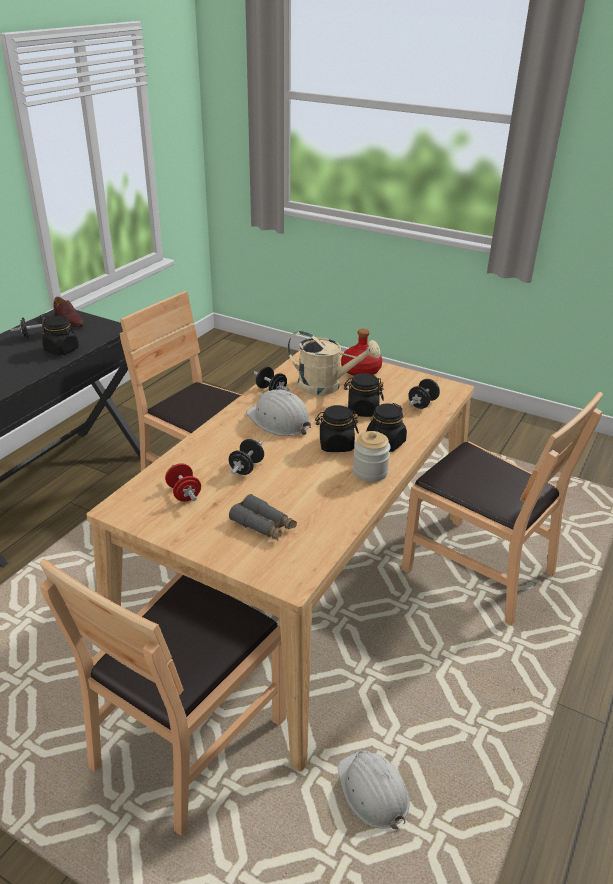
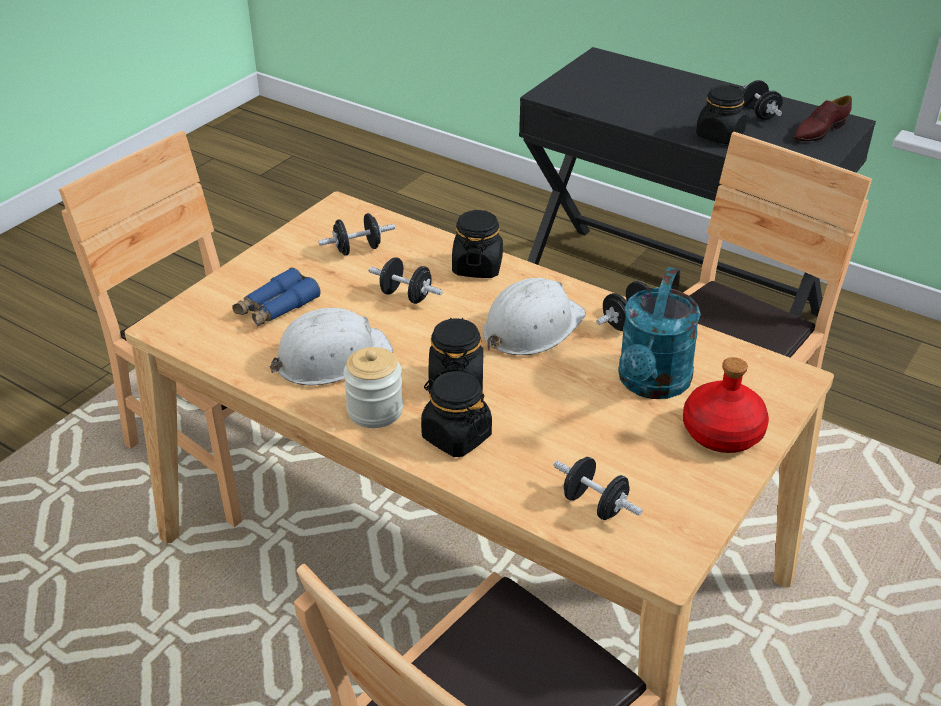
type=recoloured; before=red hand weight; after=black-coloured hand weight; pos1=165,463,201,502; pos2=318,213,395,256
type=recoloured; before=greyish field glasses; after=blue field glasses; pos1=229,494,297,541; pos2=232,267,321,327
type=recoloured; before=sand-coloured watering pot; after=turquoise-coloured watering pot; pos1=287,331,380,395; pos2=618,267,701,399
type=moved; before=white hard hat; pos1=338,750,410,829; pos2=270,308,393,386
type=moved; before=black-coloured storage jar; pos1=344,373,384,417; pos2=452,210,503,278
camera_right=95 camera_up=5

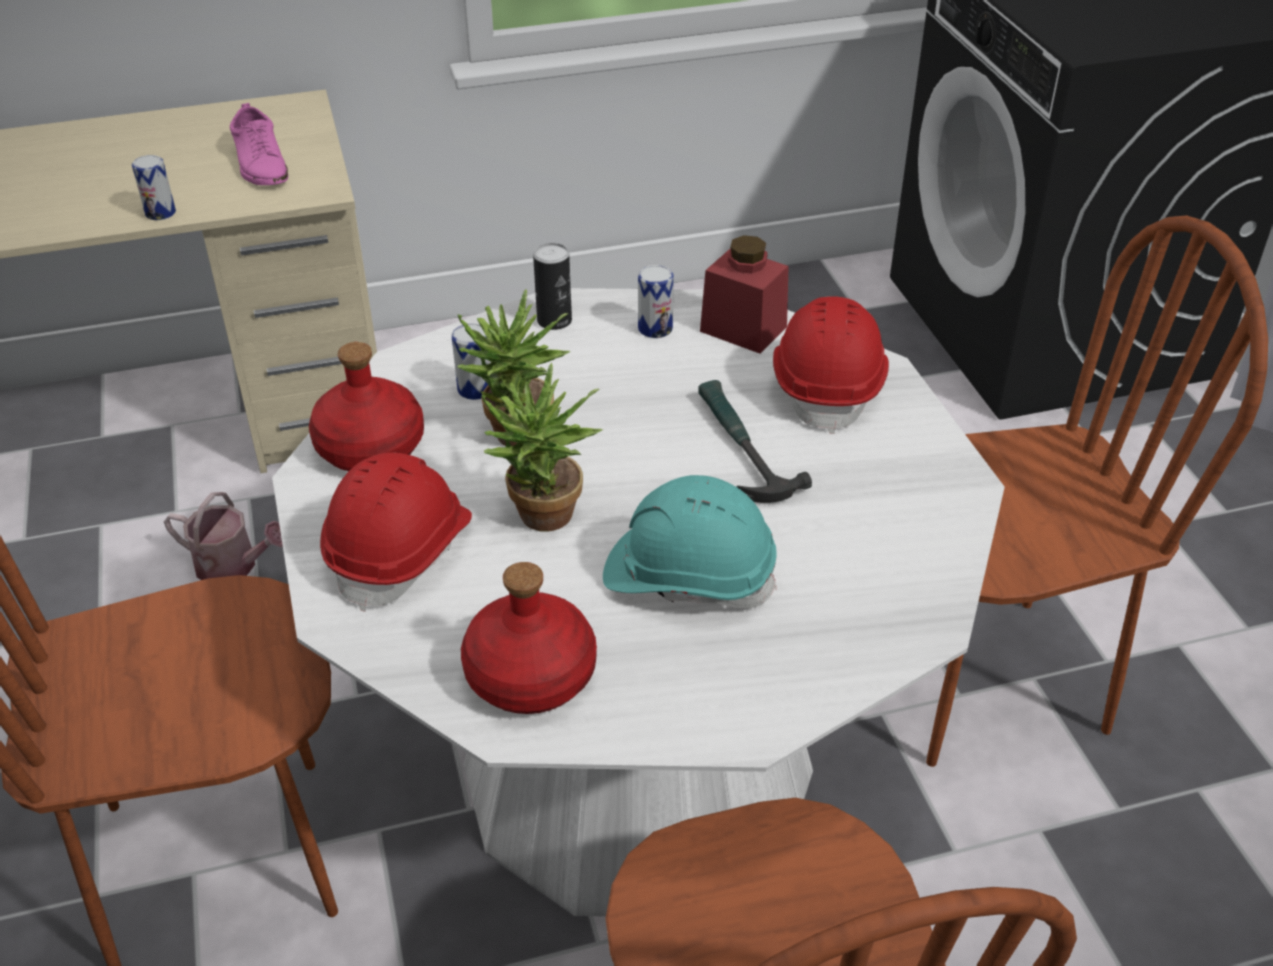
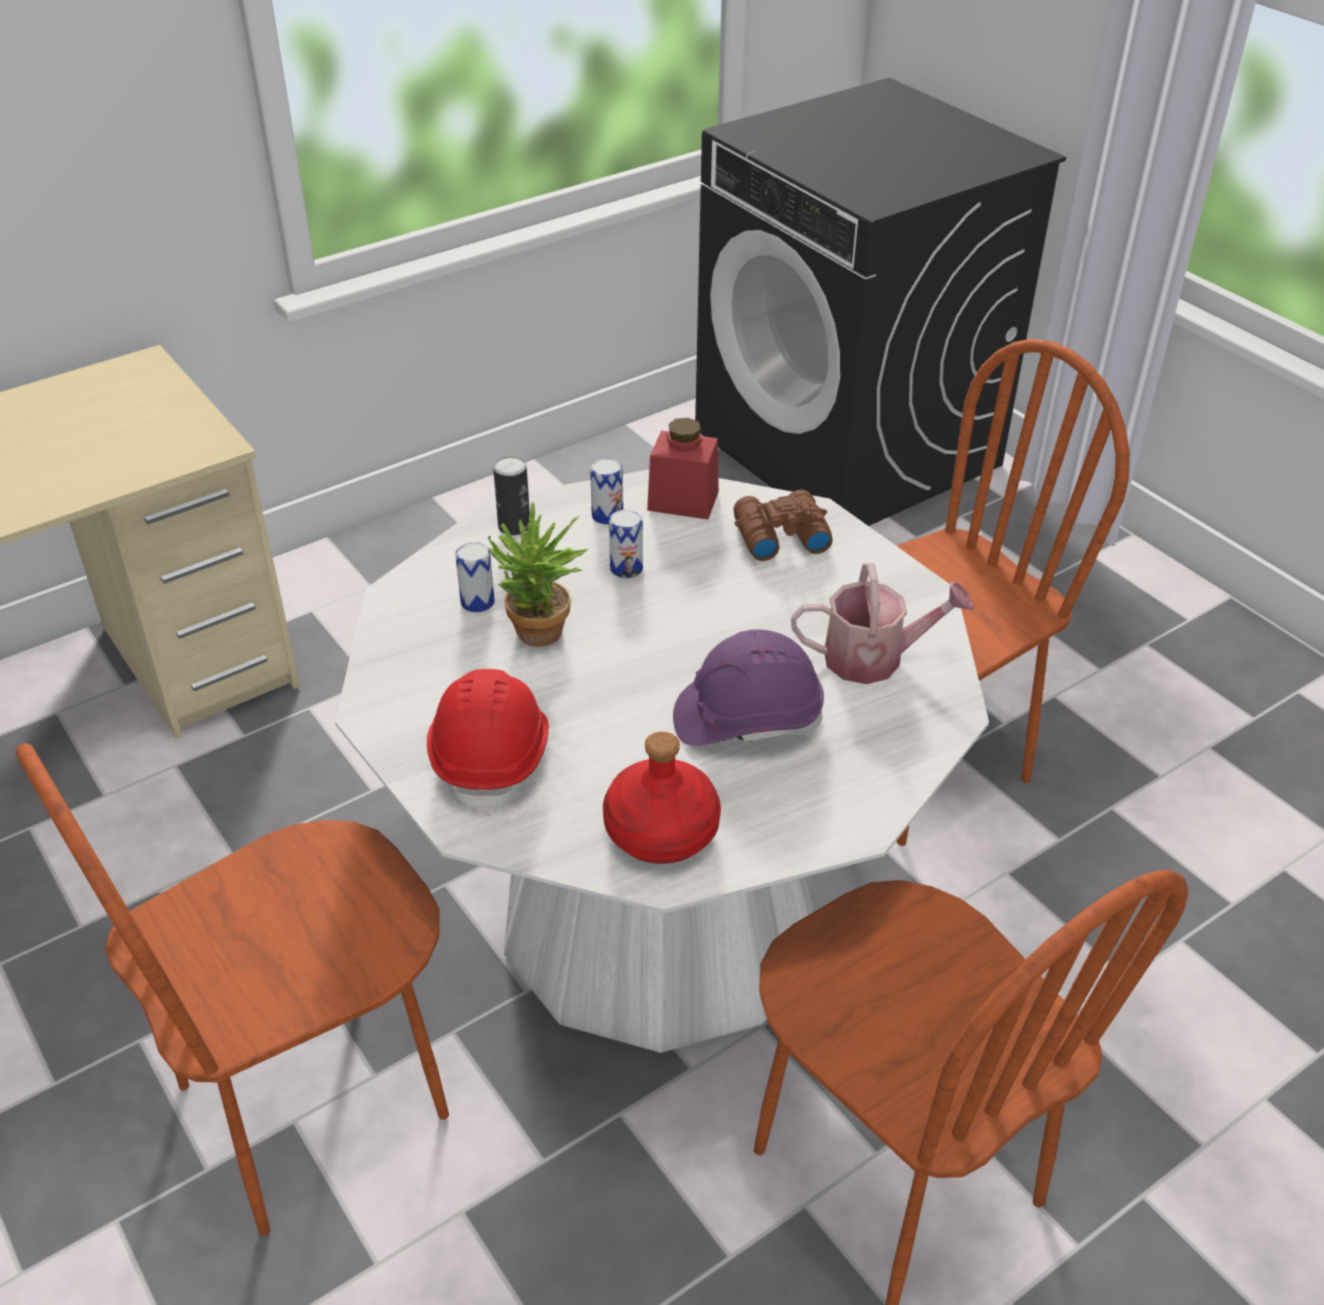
type=moved; before=sealed can; pos1=132,155,176,220; pos2=609,510,643,578
type=moved; before=watering pot; pos1=164,492,283,580; pos2=791,563,974,684
type=removed; before=pinkish low shoe; pos1=230,103,288,185
type=removed; before=red drink bottle; pos1=309,342,424,471
type=removed; before=potted plant; pos1=482,363,603,532
type=recoloured; before=turquoise-coloured hard hat; after=purple hard hat; pos1=603,475,777,609; pos2=673,629,824,745
type=removed; before=hammer; pos1=698,380,812,503
type=replaced; before=red hard hat; after=brownish field glasses; pos1=773,296,889,434; pos2=734,490,833,561
camera_right=-20 camera_up=0

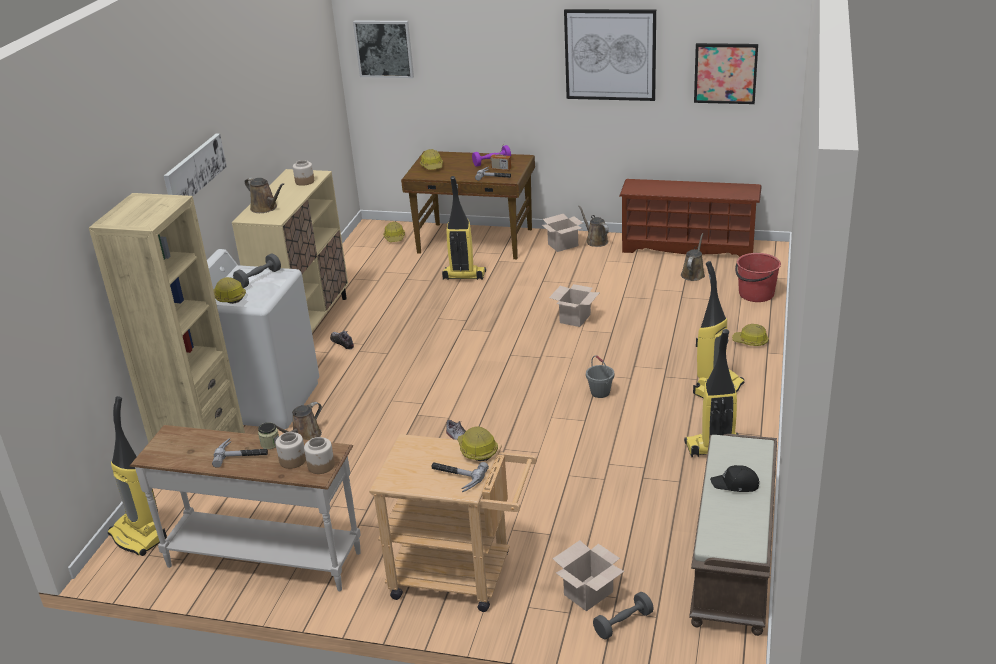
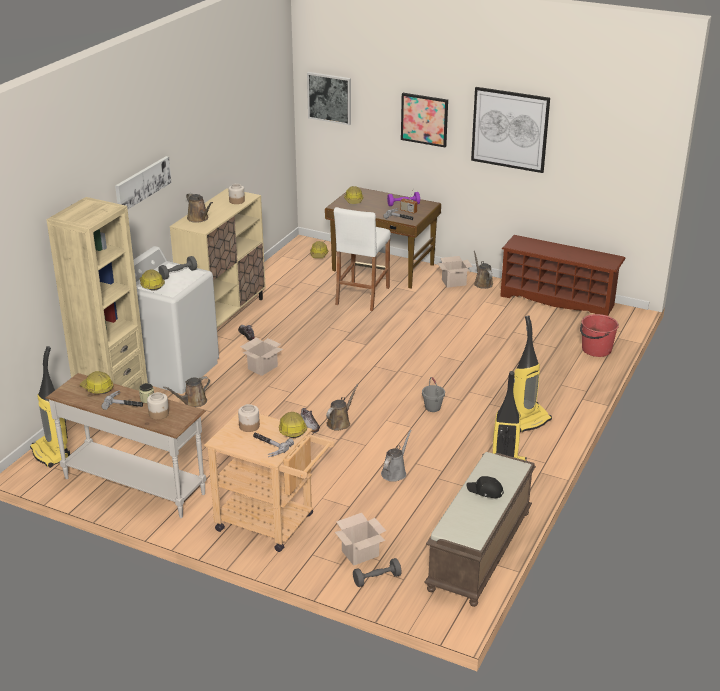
type=moved; before=storage jar; pos1=304,437,335,474; pos2=238,404,260,432
type=replaced; before=vacuum cleaner; after=white stool; pos1=442,176,486,280; pos2=334,207,391,311
type=moved; before=carton; pos1=549,284,600,327; pos2=240,338,283,376
type=moved; before=brownish watering pot; pos1=681,233,705,281; pos2=326,384,359,431
type=moved; before=wall art; pos1=694,43,758,104; pos2=401,93,448,147
type=moved; before=hard hat; pos1=732,324,769,346; pos2=80,371,113,394
type=added; after=greyish watering pot; pos2=381,430,412,482
camera_right=10 camera_up=0

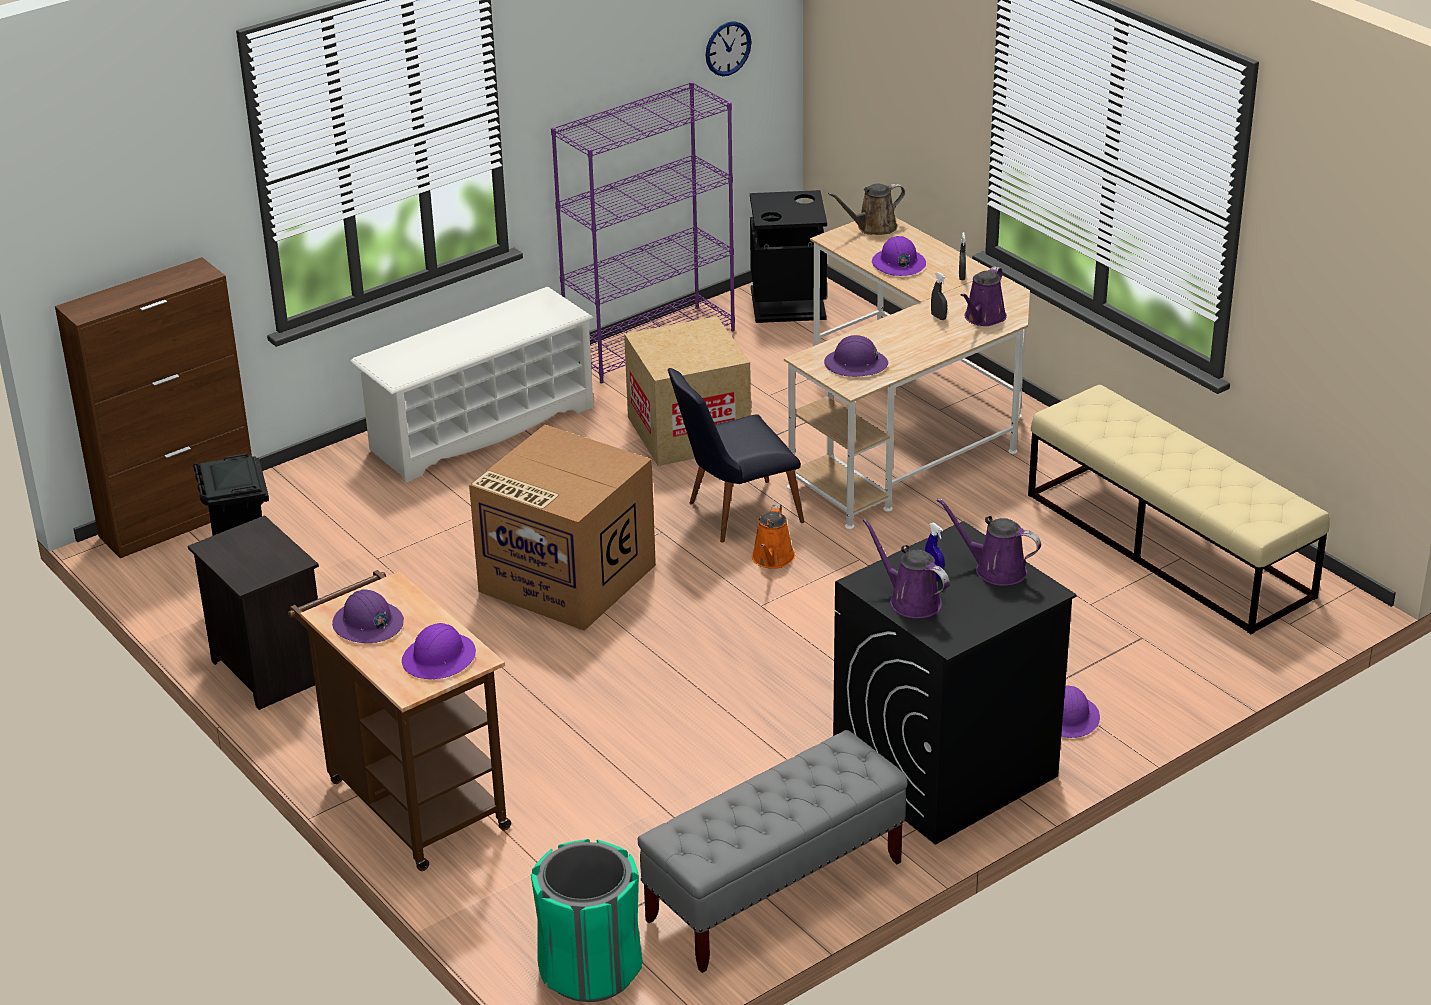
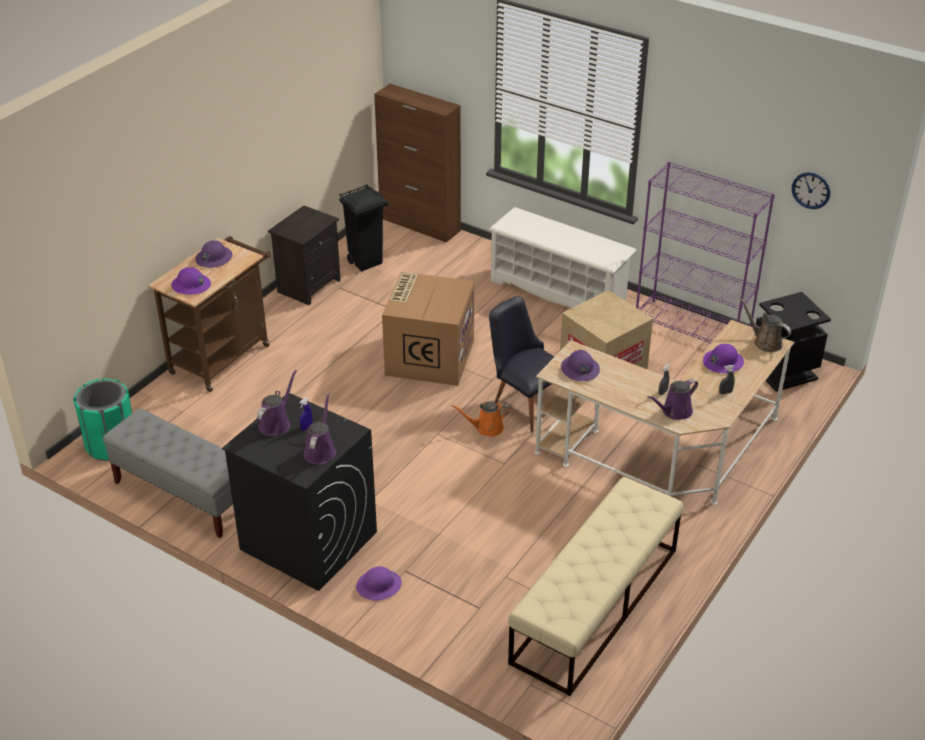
type=turned; before=purple watering pot; pos1=961,266,1007,326; pos2=648,379,698,420; turn=-45
camera_right=70 camera_up=5

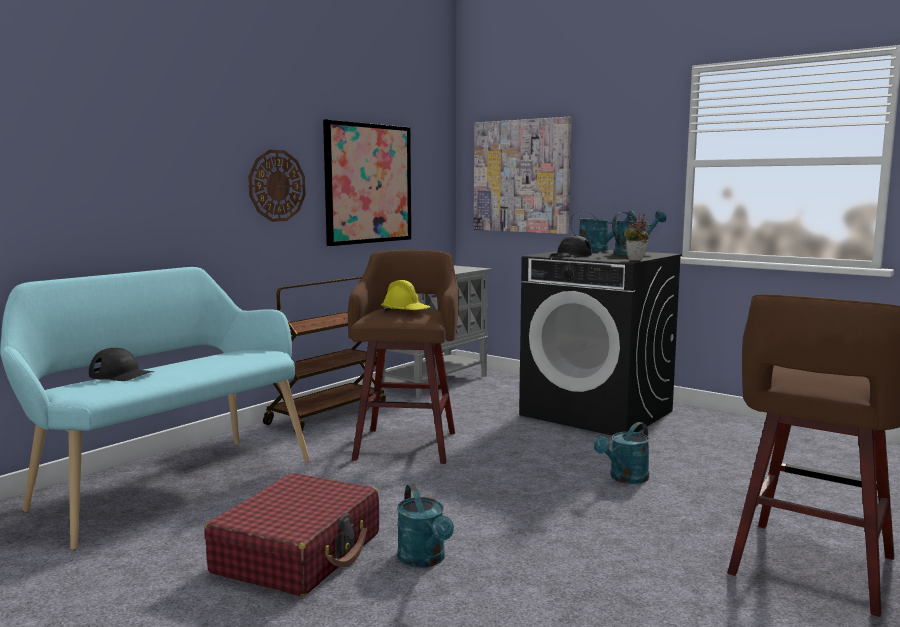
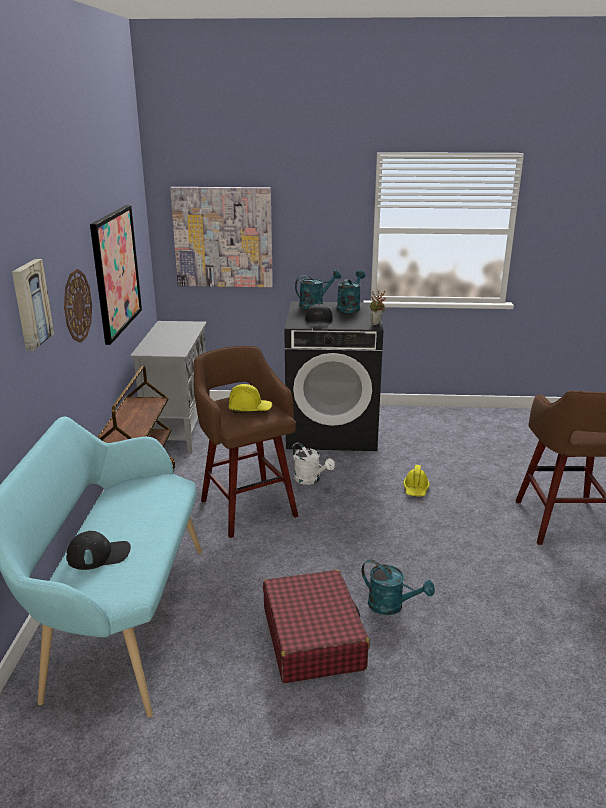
type=replaced; before=turquoise-coloured watering pot; after=yellow-coloured hard hat; pos1=594,422,650,484; pos2=403,465,430,496
type=added; after=wall art; pos2=12,259,54,351
type=added; after=white watering pot; pos2=292,442,335,485
camera_right=-35 camera_up=15

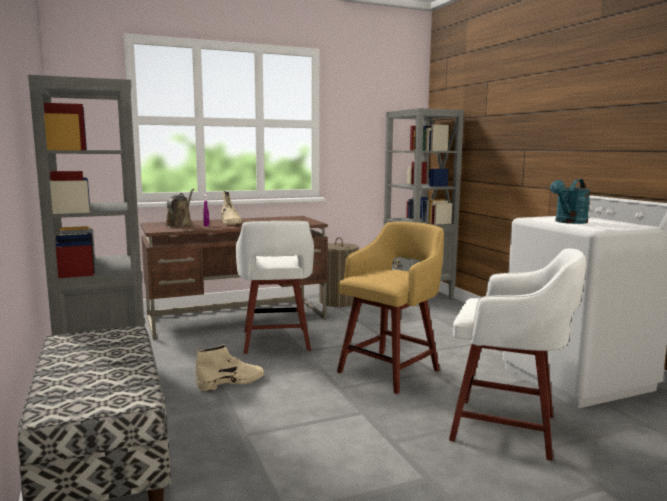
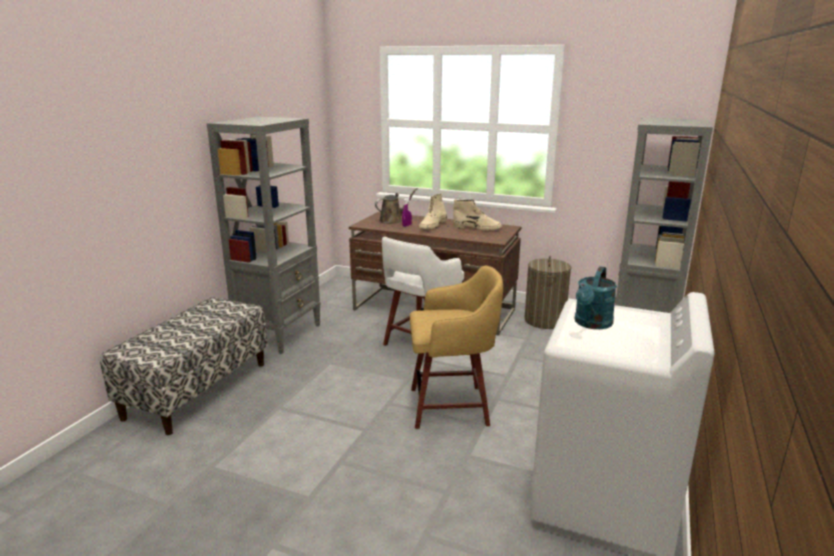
type=moved; before=sand-coloured boot; pos1=196,344,264,391; pos2=453,199,502,231
type=removed; before=white stool; pos1=449,248,586,461
type=turned; before=turquoise-coloured watering pot; pos1=550,179,590,224; pos2=575,266,617,329; turn=-60
camera_right=45 camera_up=10

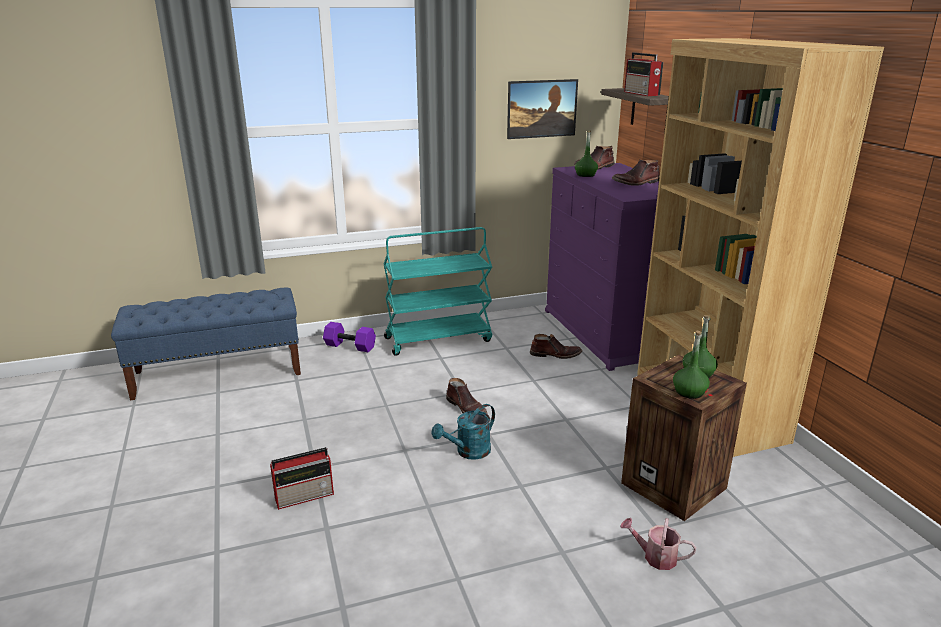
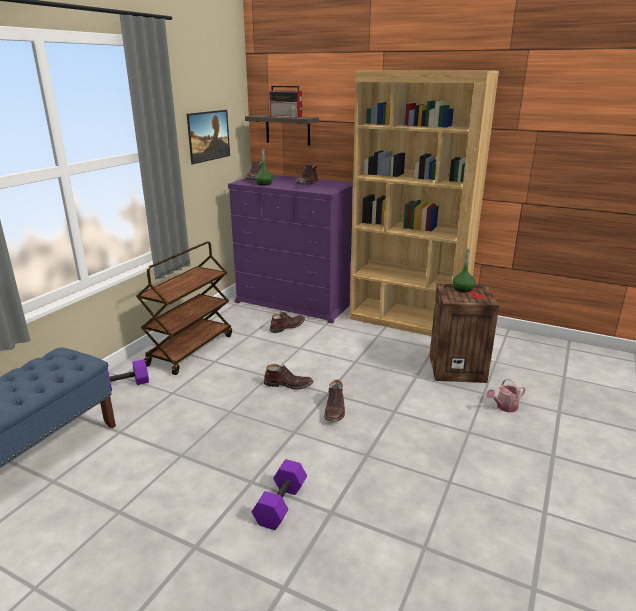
type=replaced; before=radio; after=purple hand weight; pos1=270,447,334,510; pos2=252,459,307,530
type=recoloured; before=turquoise-coloured cart; after=brownish cart; pos1=384,227,492,356; pos2=136,241,232,375
type=replaced; before=turquoise-coloured watering pot; after=brownish boot; pos1=431,404,495,460; pos2=324,380,345,422
type=removed; before=greenish drink bottle; pos1=673,331,710,399
camera_right=-45 camera_up=0

